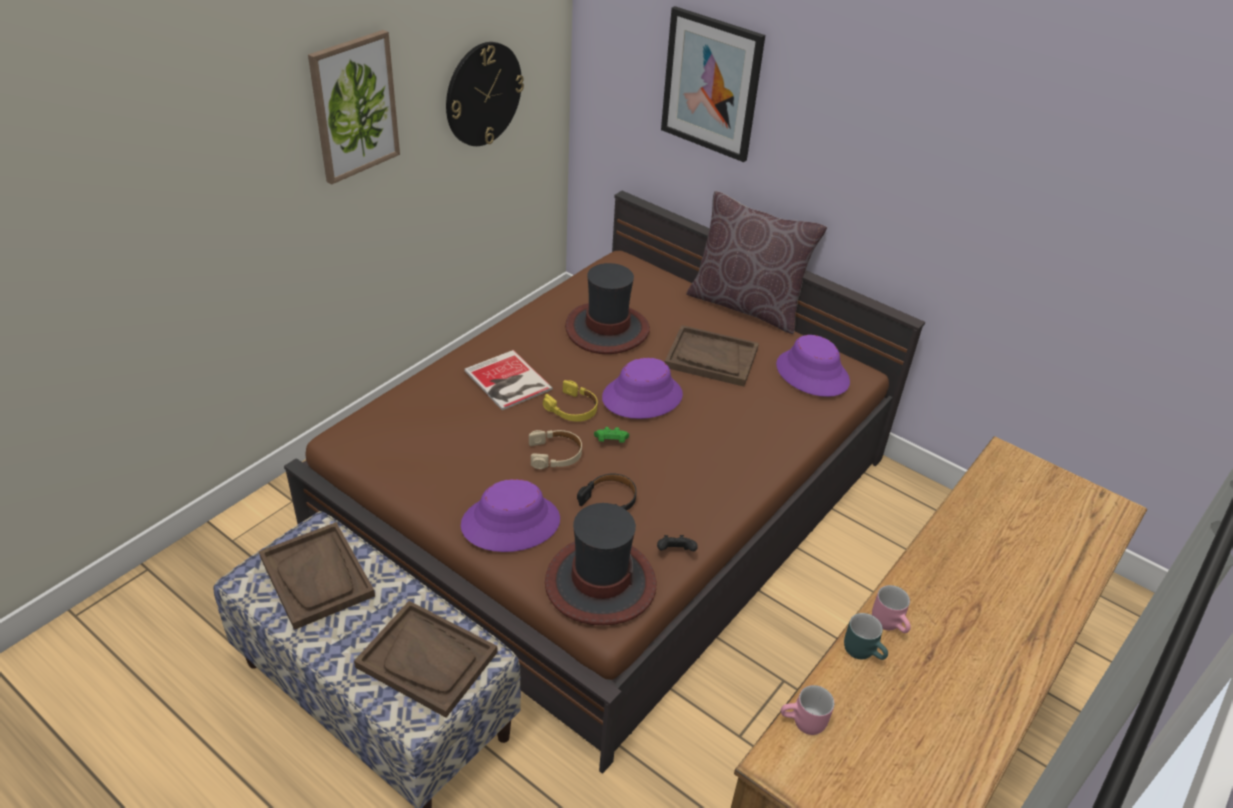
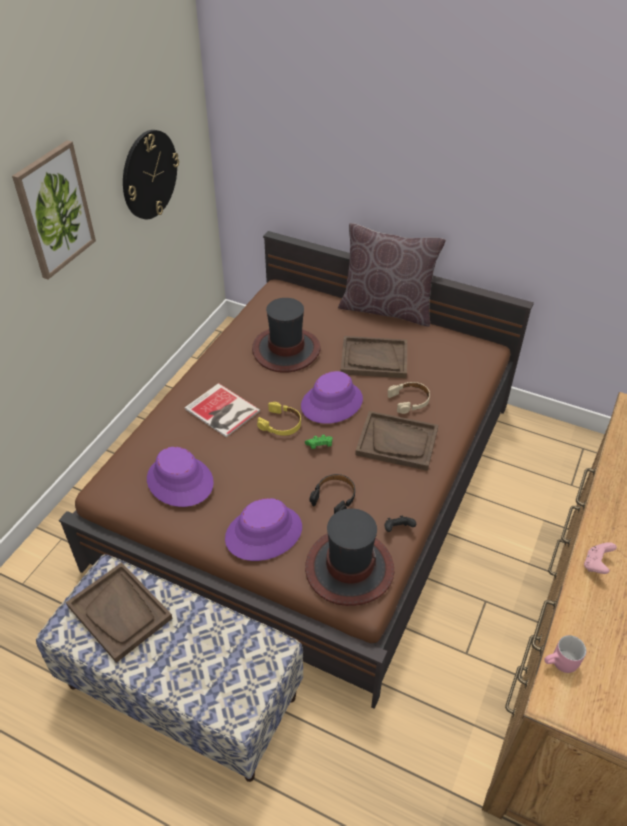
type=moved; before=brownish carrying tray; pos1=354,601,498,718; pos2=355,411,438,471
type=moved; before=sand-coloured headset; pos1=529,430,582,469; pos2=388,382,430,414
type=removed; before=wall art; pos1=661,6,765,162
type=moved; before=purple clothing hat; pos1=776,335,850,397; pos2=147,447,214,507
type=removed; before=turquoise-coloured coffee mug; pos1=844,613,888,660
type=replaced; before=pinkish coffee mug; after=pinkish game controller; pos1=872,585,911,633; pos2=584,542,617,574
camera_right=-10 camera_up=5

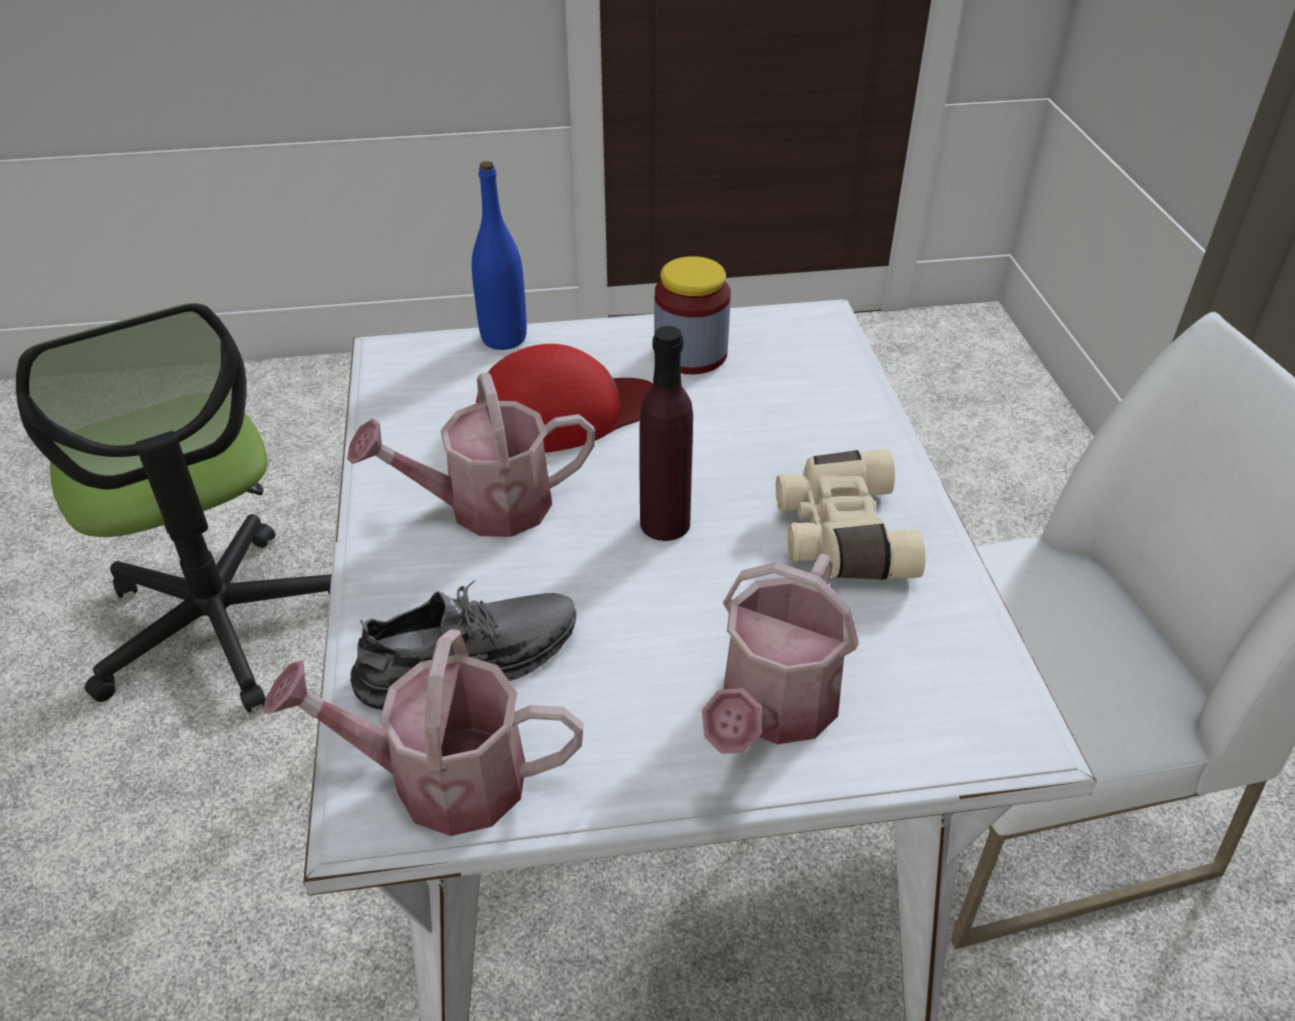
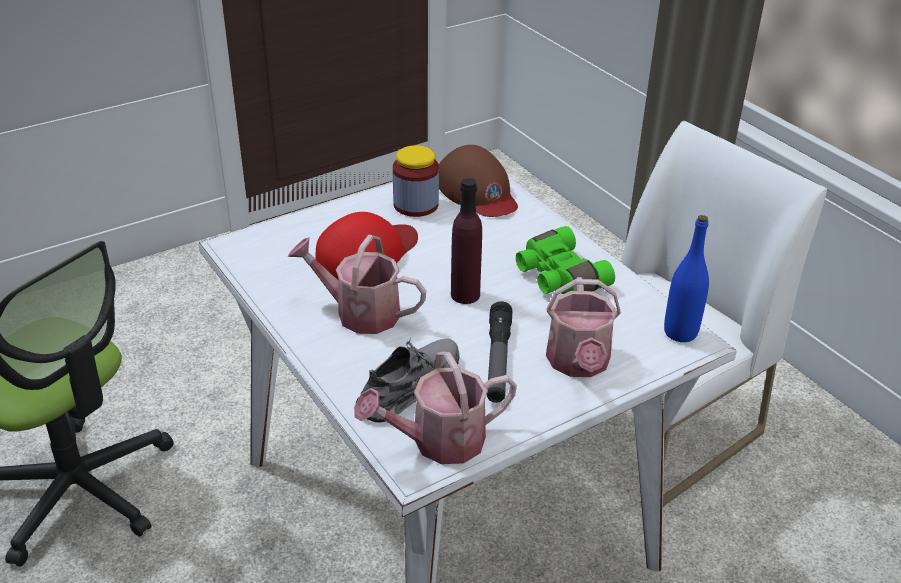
type=turned; before=watering pot; pos1=347,372,595,537; pos2=288,235,426,334; turn=60
type=moved; before=blue drink bottle; pos1=472,161,527,350; pos2=664,215,709,342
type=recoloured; before=sand-coloured field glasses; after=greenish field glasses; pos1=776,450,925,579; pos2=516,226,615,294
type=added; after=brownish cap; pos2=439,145,518,217
type=added; after=torch; pos2=487,301,512,403
camera_right=-25 camera_up=-5

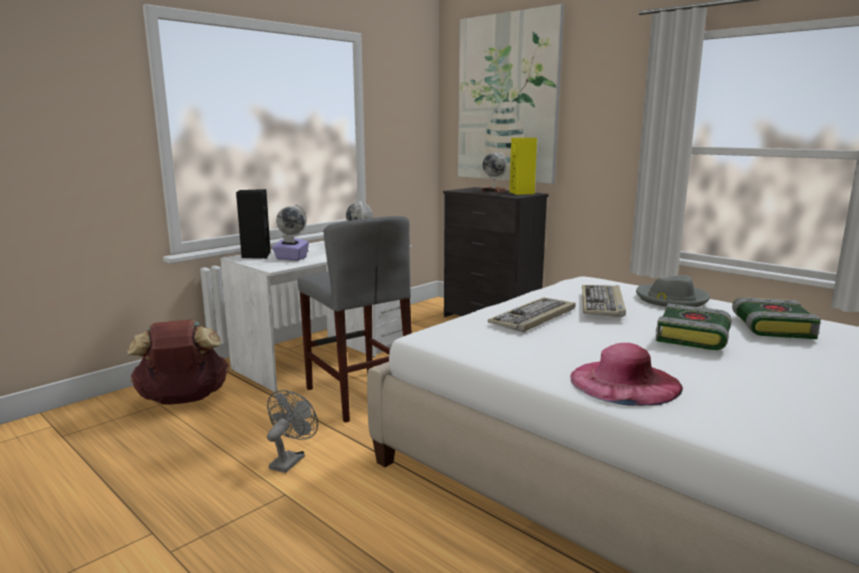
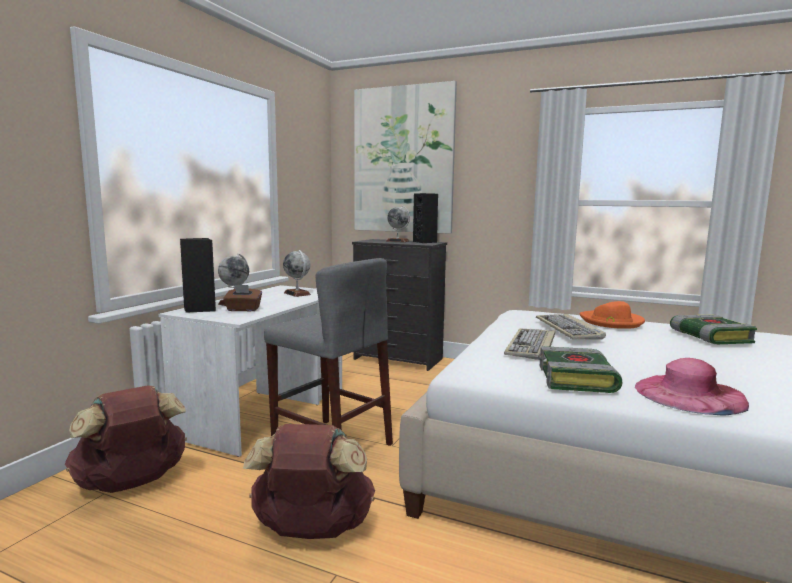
type=replaced; before=greyish fan; after=brownish backpack; pos1=267,390,318,473; pos2=243,424,375,539
type=recoloured; before=purple tissue box; after=brownish tissue box; pos1=272,234,309,261; pos2=223,284,262,311
type=recoloured; before=yellow-coloured speaker; after=black-coloured speaker; pos1=509,138,537,195; pos2=413,193,438,243
type=recoloured; before=greyish clothing hat; after=orange-coloured clothing hat; pos1=636,275,710,307; pos2=579,301,645,329
type=moved; before=volume; pos1=656,303,732,350; pos2=540,346,623,393
camera_right=-20 camera_up=-5

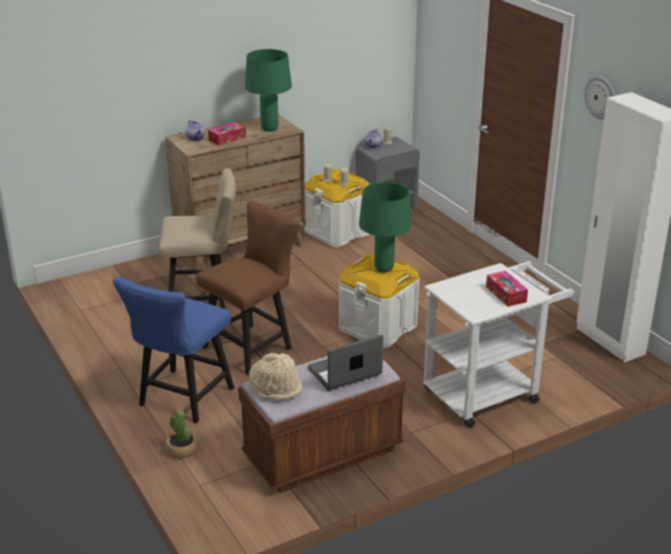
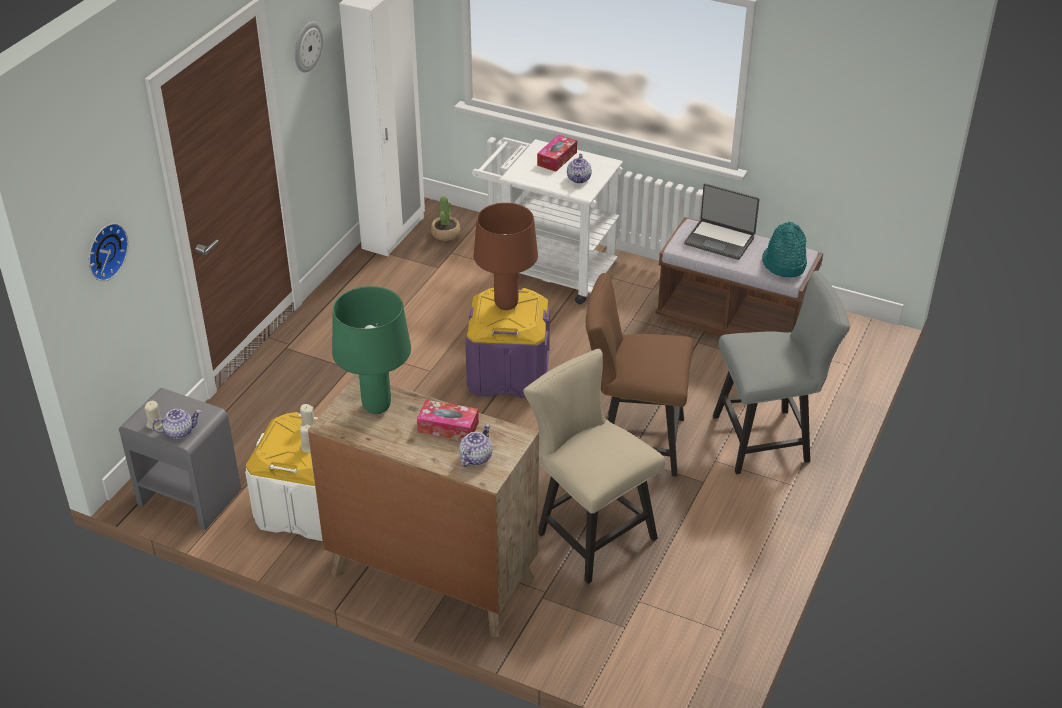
type=recoloured; before=blue upright chair; after=greyish upright chair; pos1=113,277,235,423; pos2=713,271,850,474
type=moved; before=potted plant; pos1=165,410,198,458; pos2=431,196,460,241
type=recoloured; before=sand-coloured clothing hat; after=turquoise-coloured clothing hat; pos1=249,353,302,401; pos2=762,222,807,277
type=recoloured; before=white storage container; after=purple storage container; pos1=339,254,420,348; pos2=465,288,550,398
type=recoloured; before=greenish lamp for a table; after=brownish lamp for a table; pos1=359,182,412,272; pos2=474,203,538,310
type=added; after=clock on the wall; pos2=89,223,128,281
type=added; after=teapot; pos2=567,154,592,183
camera_right=-125 camera_up=10

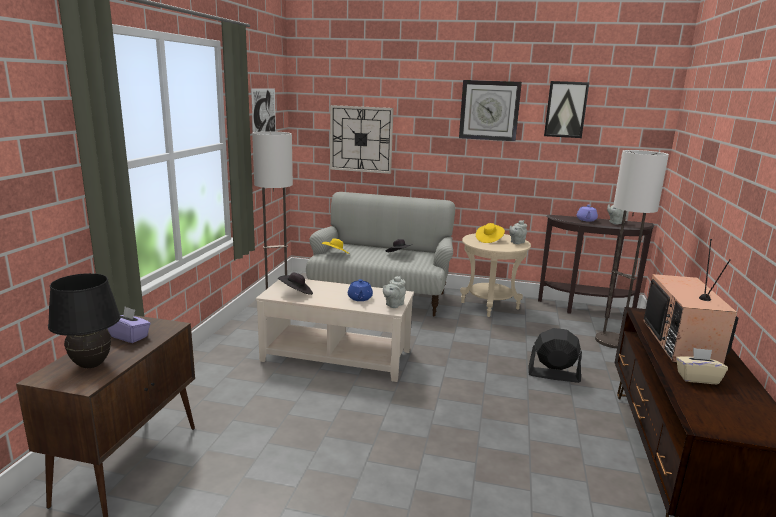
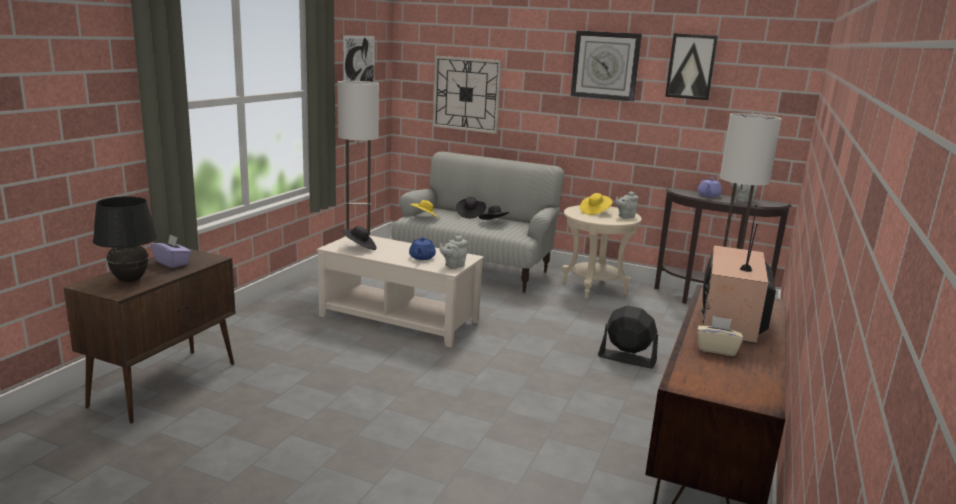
type=added; after=black-coloured clothing hat; pos2=456,197,486,218
camera_right=10 camera_up=0

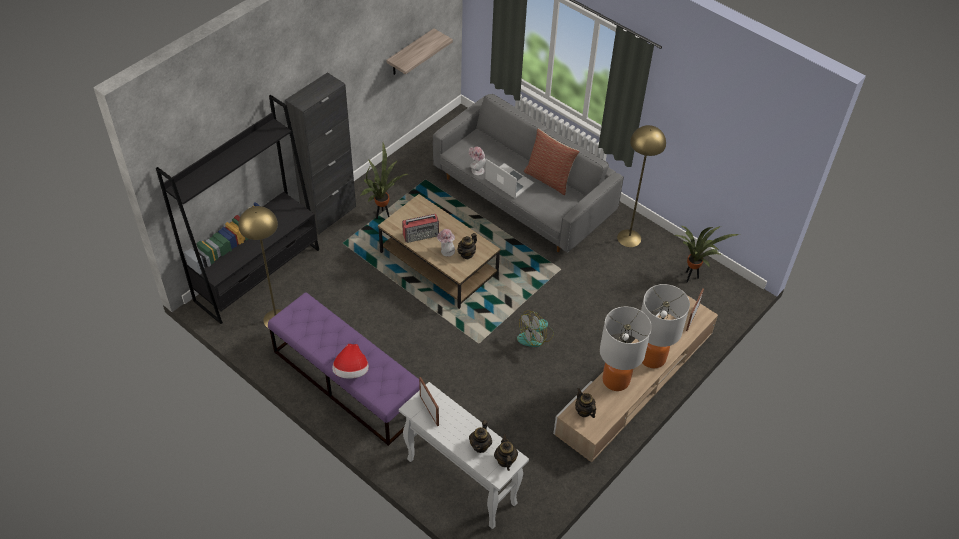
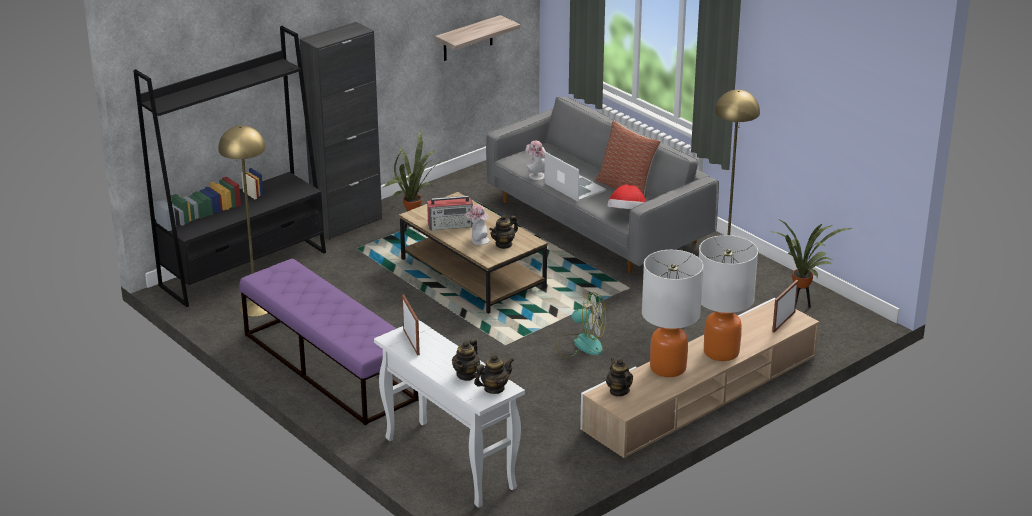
type=moved; before=clothing hat; pos1=332,344,369,379; pos2=607,184,646,209
type=turned; before=teapot; pos1=494,434,518,471; pos2=474,354,514,394; turn=60
type=turned; before=fan; pos1=517,311,554,347; pos2=556,292,606,358; turn=-135
camera_right=10 camera_up=-20

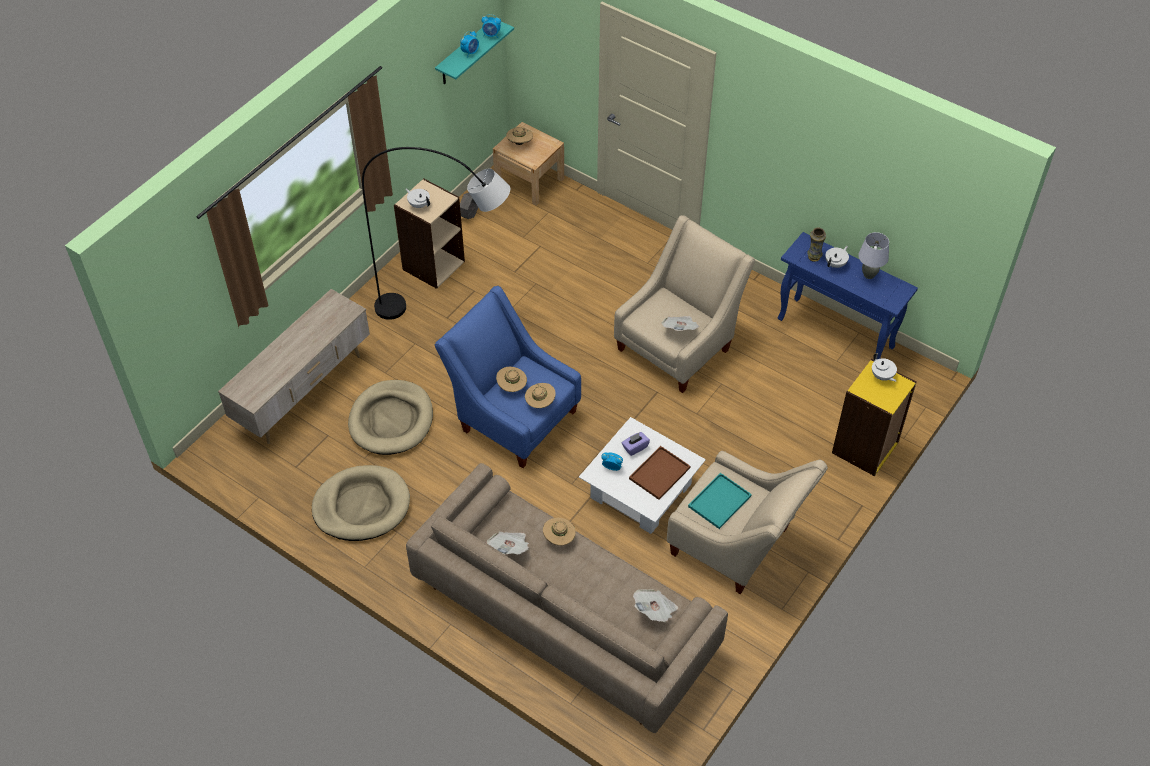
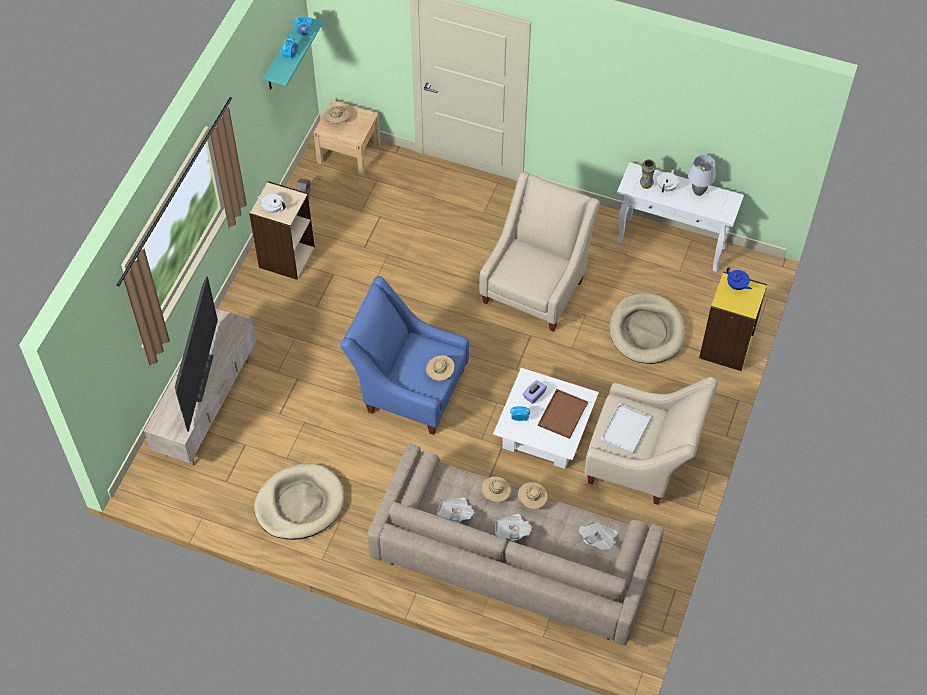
type=moved; before=sand-coloured pet bed; pos1=348,380,433,455; pos2=610,293,685,364
type=removed; before=black-coloured standing lamp; pos1=362,147,510,320
type=moved; before=sand-coloured clothing hat; pos1=496,367,527,392; pos2=518,482,548,509
type=moved; before=printed paper; pos1=661,316,700,331; pos2=495,514,532,541
type=recoloured; before=turquoise-coloured carrying tray; after=white carrying tray; pos1=688,473,752,529; pos2=600,403,651,455
type=recoloured; before=blue hall table; after=white hall table; pos1=778,232,918,359; pos2=617,162,744,272
type=recoloured; before=white teapot; after=blue teapot; pos1=872,353,897,382; pos2=726,267,752,290
type=added; after=TV set; pos2=175,276,218,432
camera_right=-15 camera_up=5

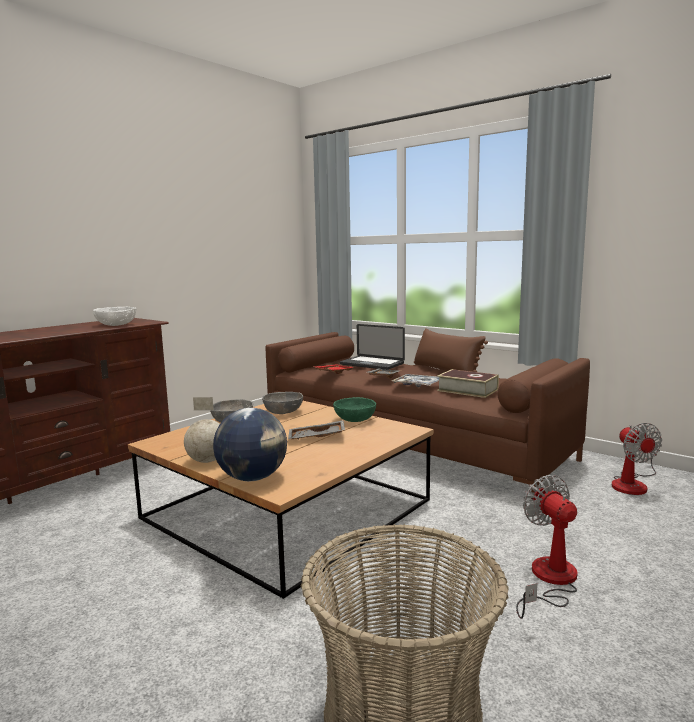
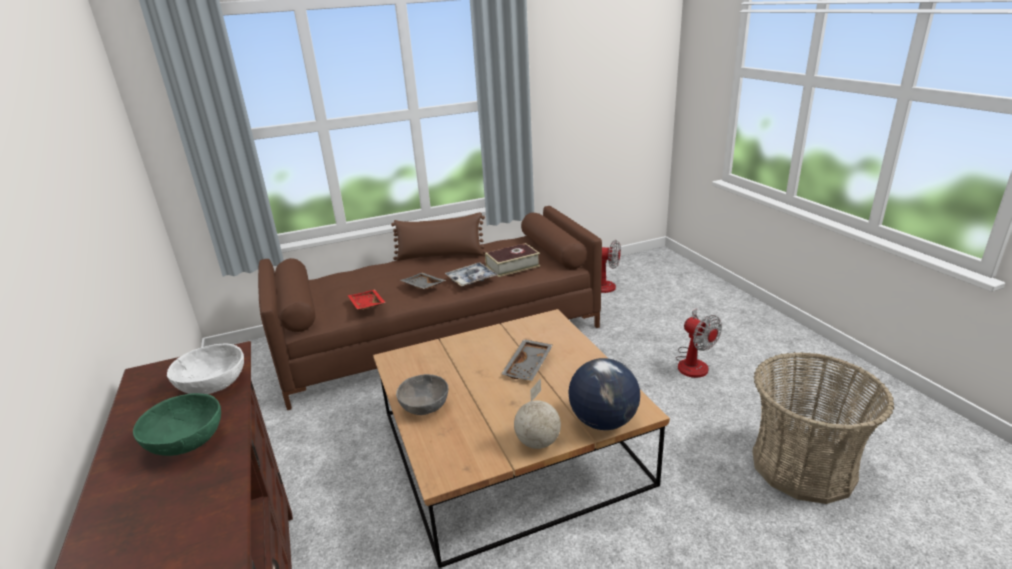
type=removed; before=greyish bowl; pos1=262,392,303,414
type=moved; before=greenish bowl; pos1=333,397,376,422; pos2=133,393,221,456
type=removed; before=notebook computer; pos1=340,324,405,370
type=turned; before=fan; pos1=516,475,577,619; pos2=675,309,722,378; turn=-135
camera_right=-60 camera_up=15

